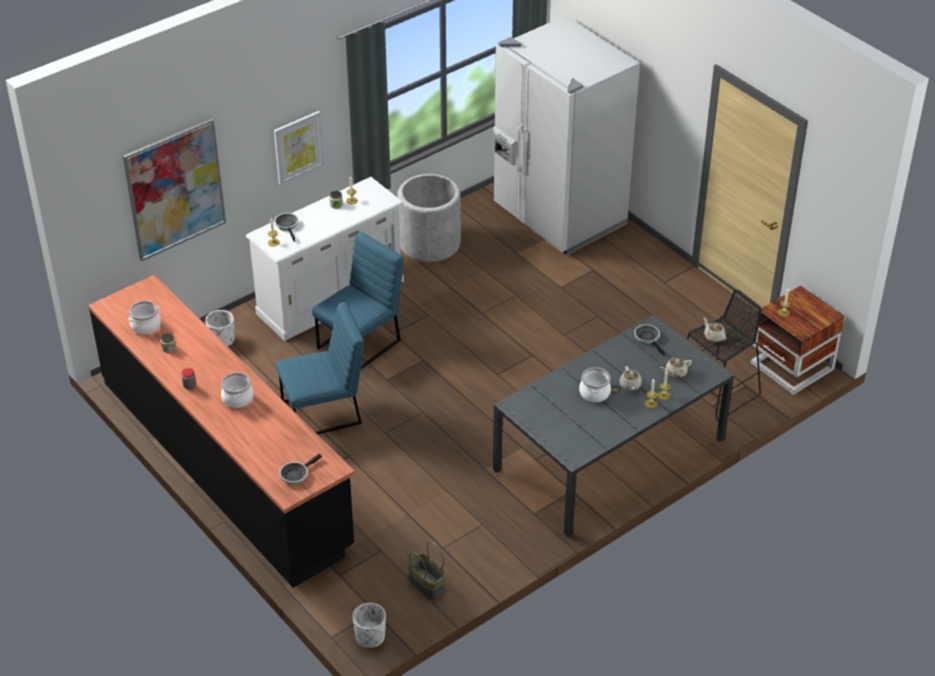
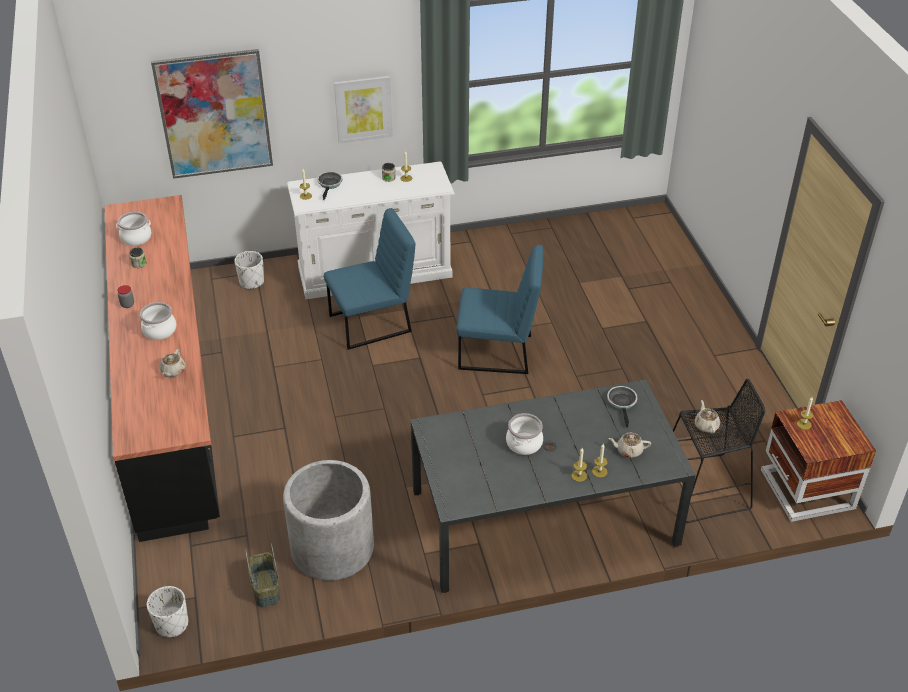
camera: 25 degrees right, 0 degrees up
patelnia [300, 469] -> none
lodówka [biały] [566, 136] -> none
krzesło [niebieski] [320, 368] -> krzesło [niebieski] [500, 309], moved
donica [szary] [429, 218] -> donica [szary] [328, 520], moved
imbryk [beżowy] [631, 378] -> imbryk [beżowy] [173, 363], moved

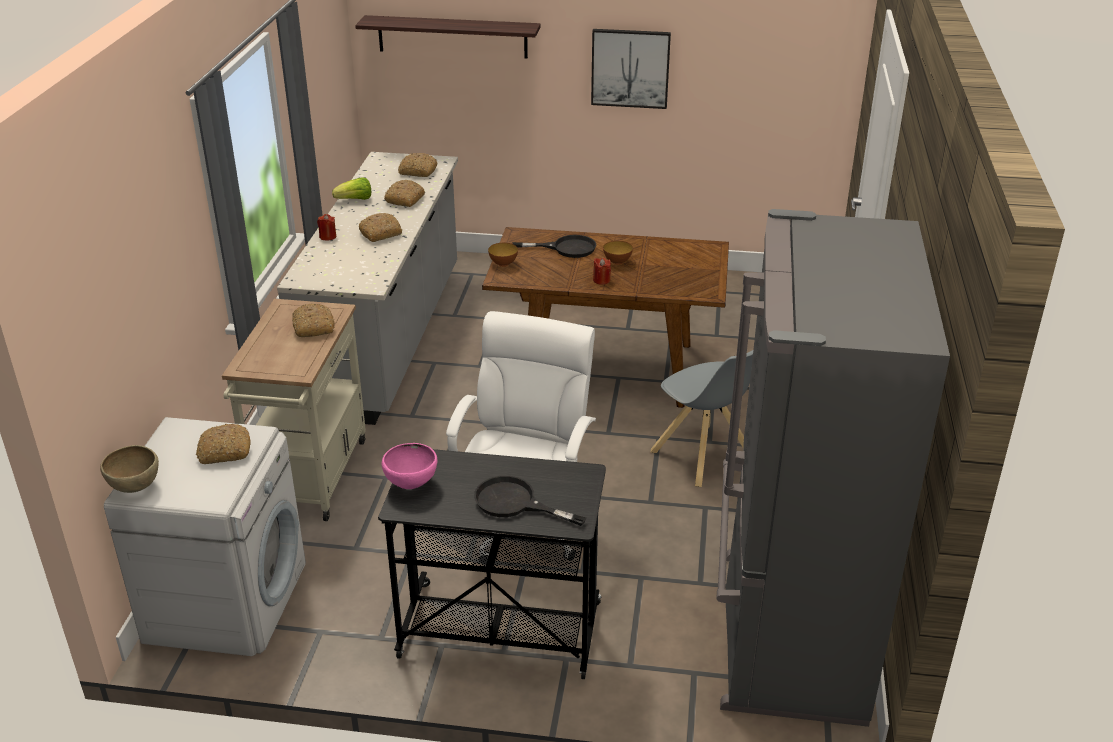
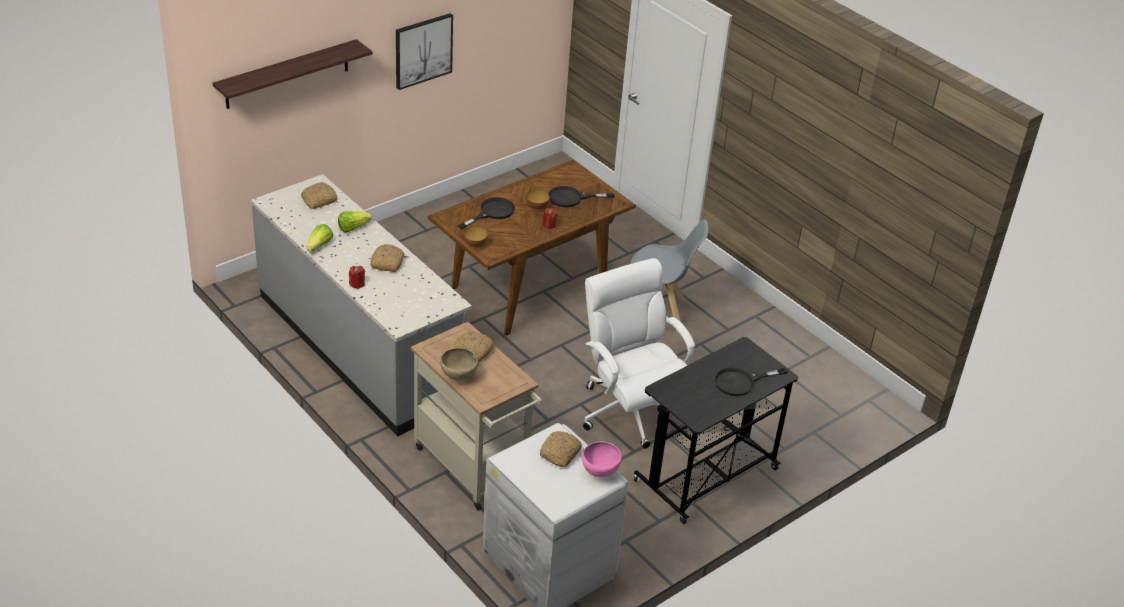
camera: 50 degrees left, 5 degrees up
lodówka [szary] [833, 468] -> none
none -> patelnia [czarny] [581, 196]
miska [brązowy] [129, 469] -> miska [brązowy] [459, 364], moved
miska [różowy] [409, 466] -> miska [różowy] [602, 459], moved
chleb [404, 193] -> sałata [355, 221]

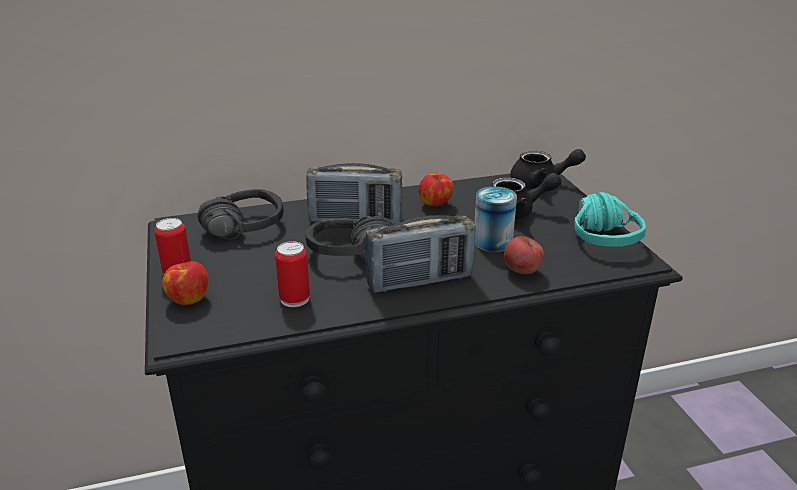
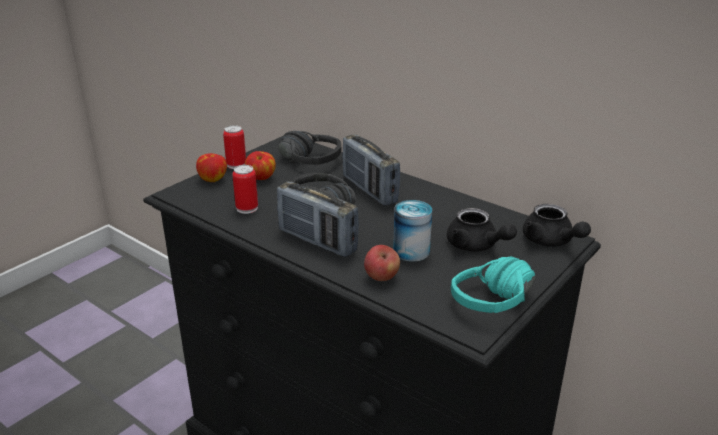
camera: 55 degrees right, 0 degrees up
jabłko [436, 190] -> jabłko [260, 165], moved

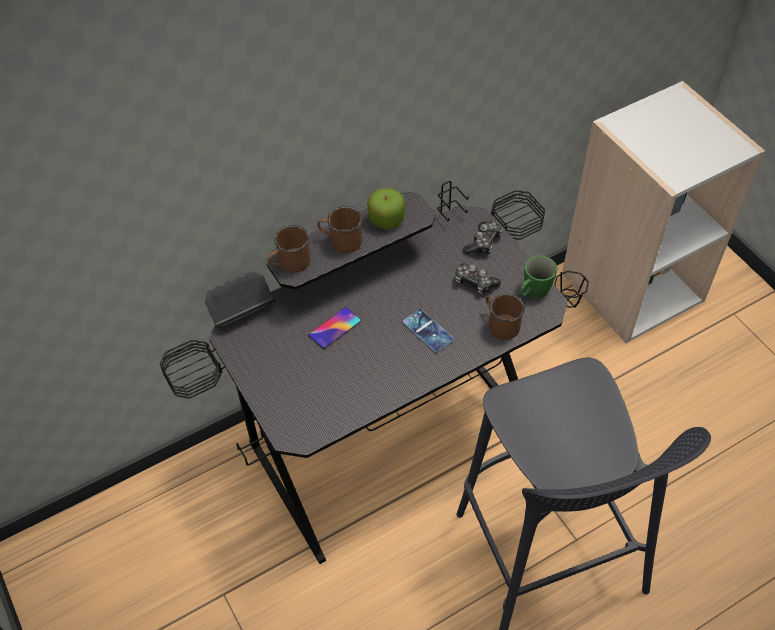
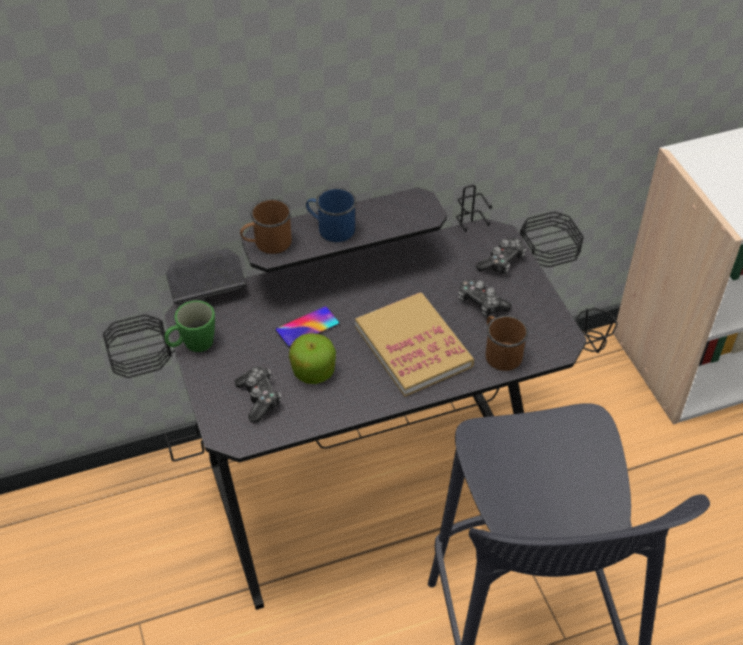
camera: 10 degrees right, 5 degrees down
none -> pad do gier [257, 394]
jabłko [386, 208] -> jabłko [312, 358], moved
kubek [zielony] [538, 276] -> kubek [zielony] [189, 326], moved
telefon [428, 330] -> książka [414, 344]
kubek [brązowy] [339, 229] -> kubek [niebieski] [331, 215]

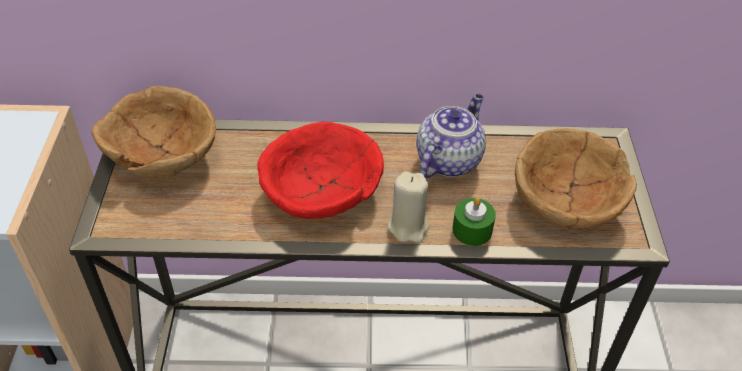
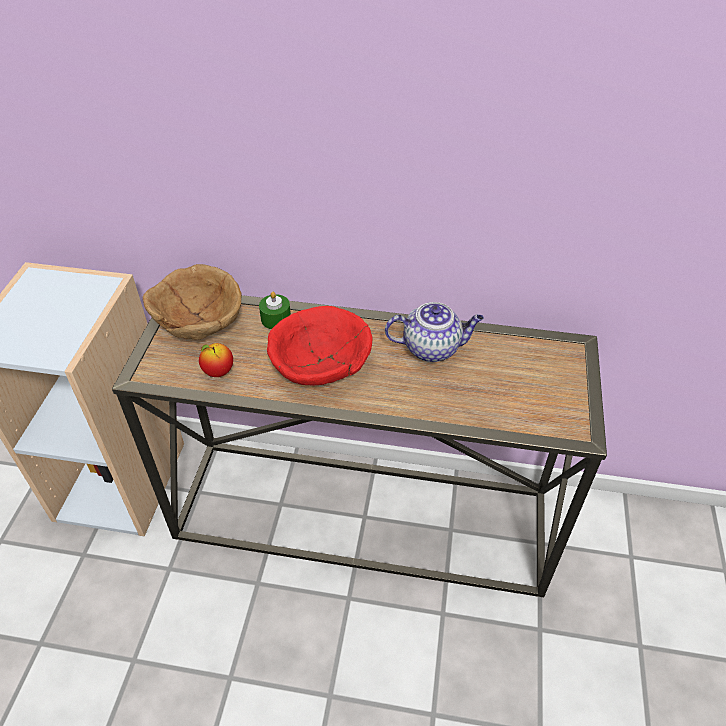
camera: 10 degrees right, 0 degrees up
świeca [beżowy] [408, 207] -> none
miska [brązowy] [576, 178] -> none
none -> jabłko [216, 360]
świeca [zielony] [474, 221] -> świeca [zielony] [275, 310], moved
imbryk [451, 136] -> imbryk [434, 332], 45 degrees clockwise

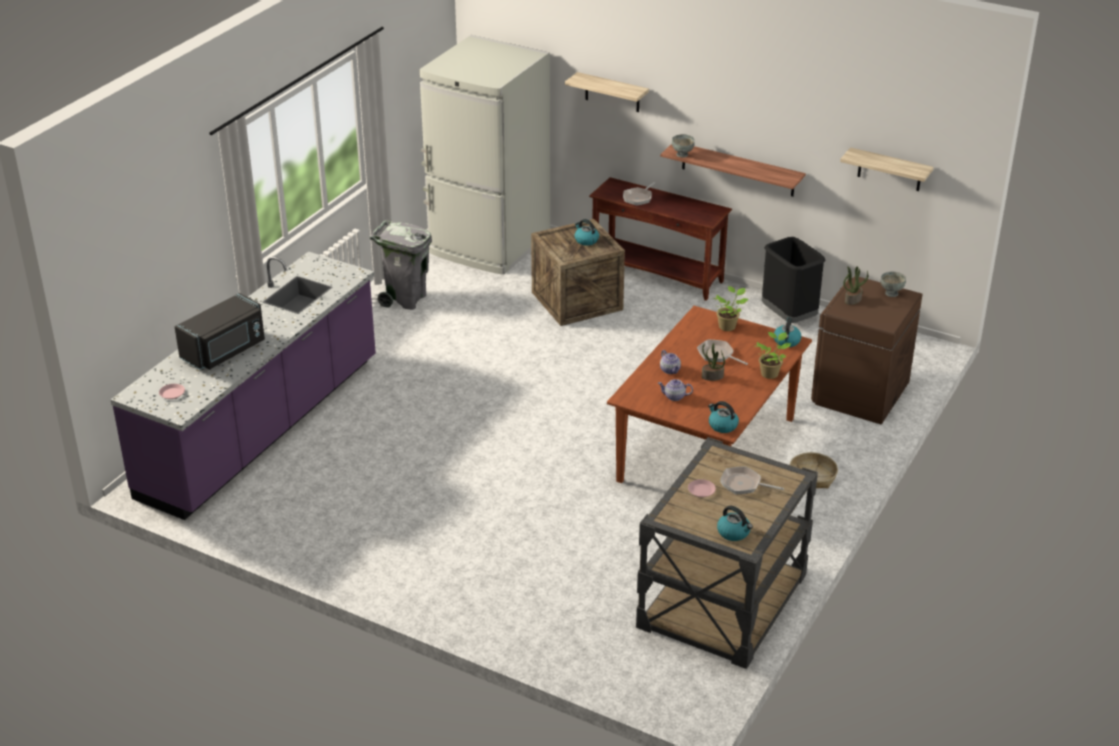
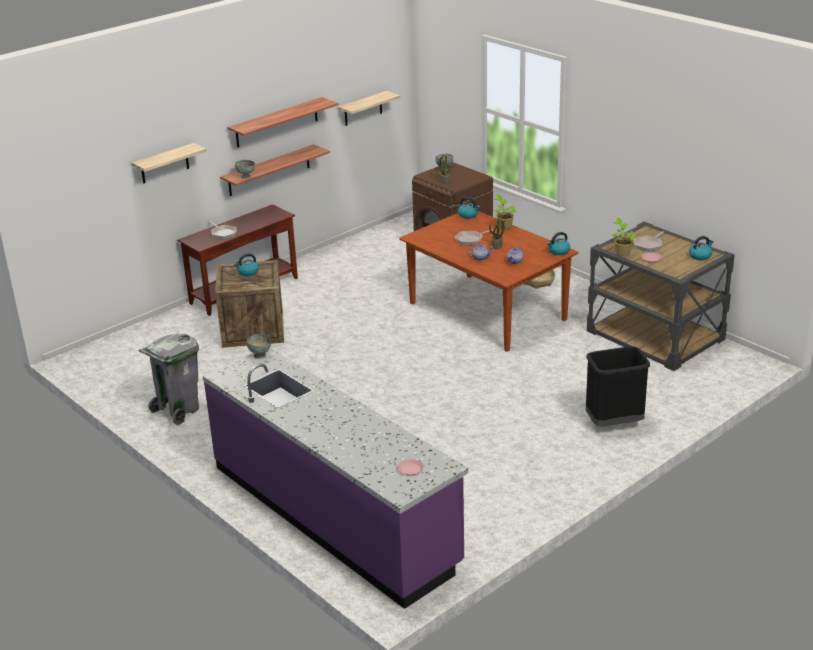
camera: 70 degrees left, 5 degrees down
mikrofalówka [czarny] [219, 331] -> none
lodówka [biały] [485, 155] -> none
none -> półka [283, 122]
none -> miska [szary] [259, 346]
roślina doniczkowa [730, 308] -> roślina doniczkowa [624, 237], moved
kosz na śmieci [czarny] [794, 280] -> kosz na śmieci [czarny] [618, 386], moved

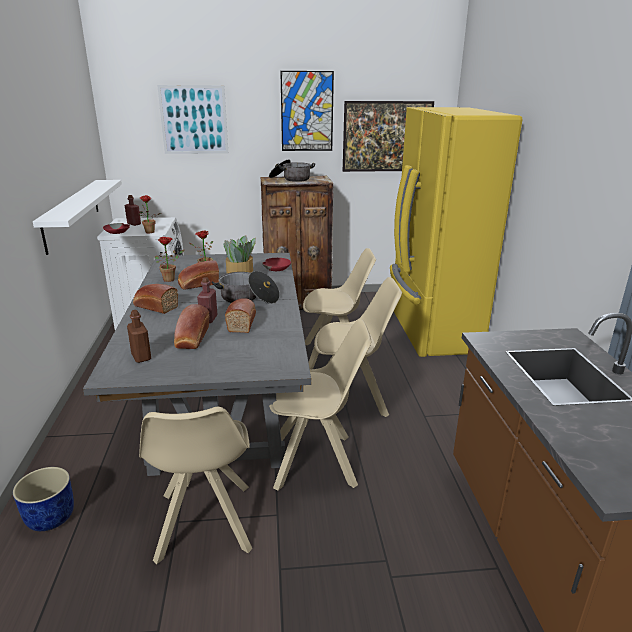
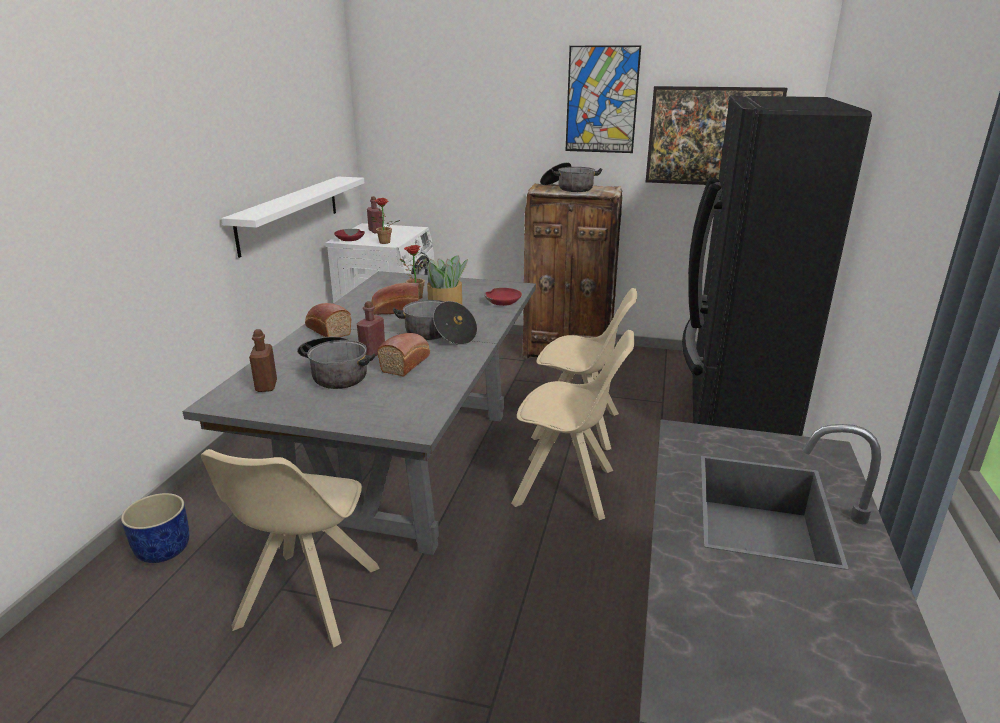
camera: 20 degrees right, 0 degrees up
roślina doniczkowa [170, 259] -> none
obraz [192, 119] -> none
krzesło [beżowy] [320, 404] -> none
chleb [191, 326] -> garnek [336, 363]
lodówka [żółty] [456, 232] -> lodówka [czarny] [777, 266]

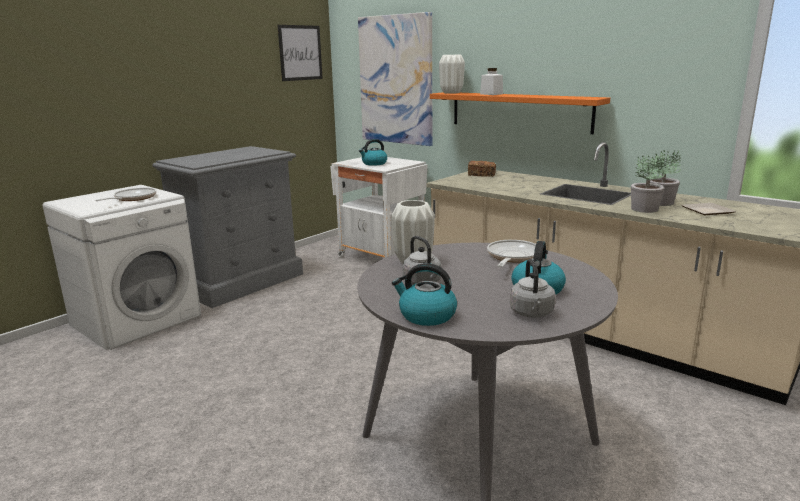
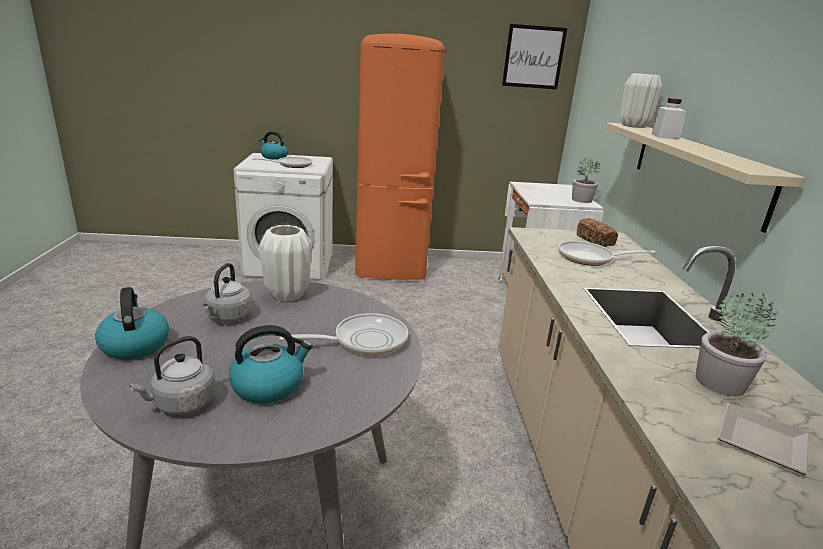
camera: 45 degrees right, 5 degrees up
obraz [395, 79] -> none
none -> patelnia [606, 253]
czajnik [373, 152] -> czajnik [273, 145], moved
roślina doniczkowa [648, 184] -> roślina doniczkowa [586, 180], moved
komoda [szary] [228, 227] -> lodówka [pomarańczowy] [400, 157]
półka [pomarańczowy] [520, 113] -> półka [beżowy] [705, 178]

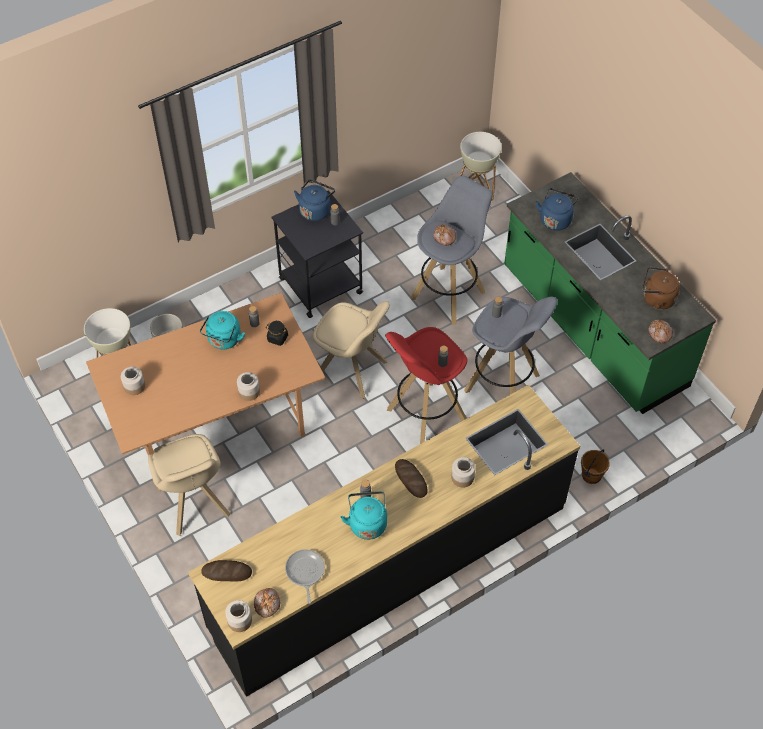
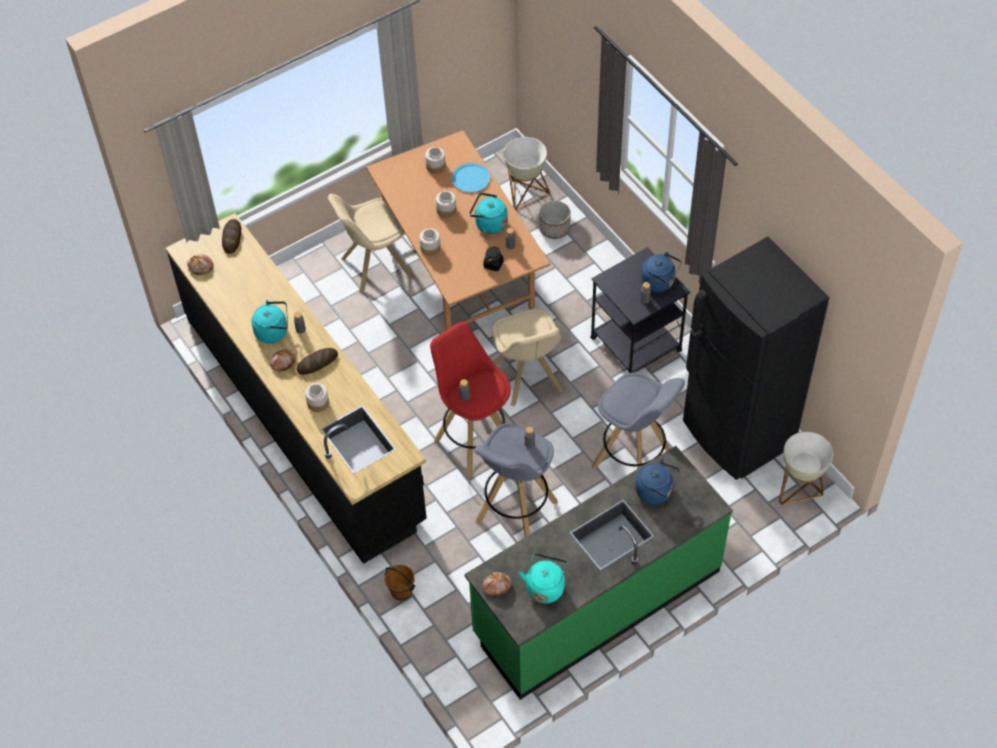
camera: 90 degrees right, 0 degrees up
patelnia [305, 576] -> none
none -> talerz [niebieski] [471, 177]
none -> lodówka [czarny] [756, 358]
słoik [238, 616] -> słoik [446, 204], moved
chleb [444, 235] -> chleb [283, 360], moved
czajnik [brązowy] [661, 288] -> czajnik [turkusowy] [543, 578]
krzesło [beżowy] [351, 350] -> krzesło [beżowy] [527, 357], 45 degrees counterclockwise

